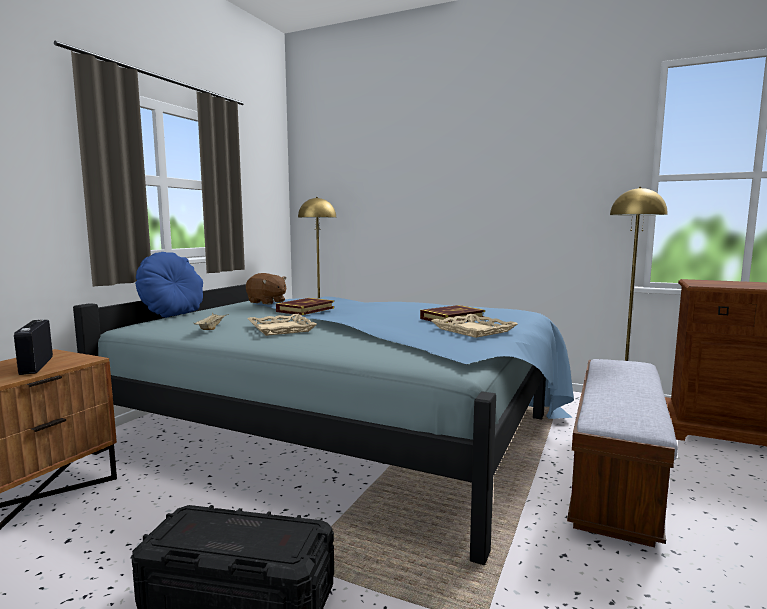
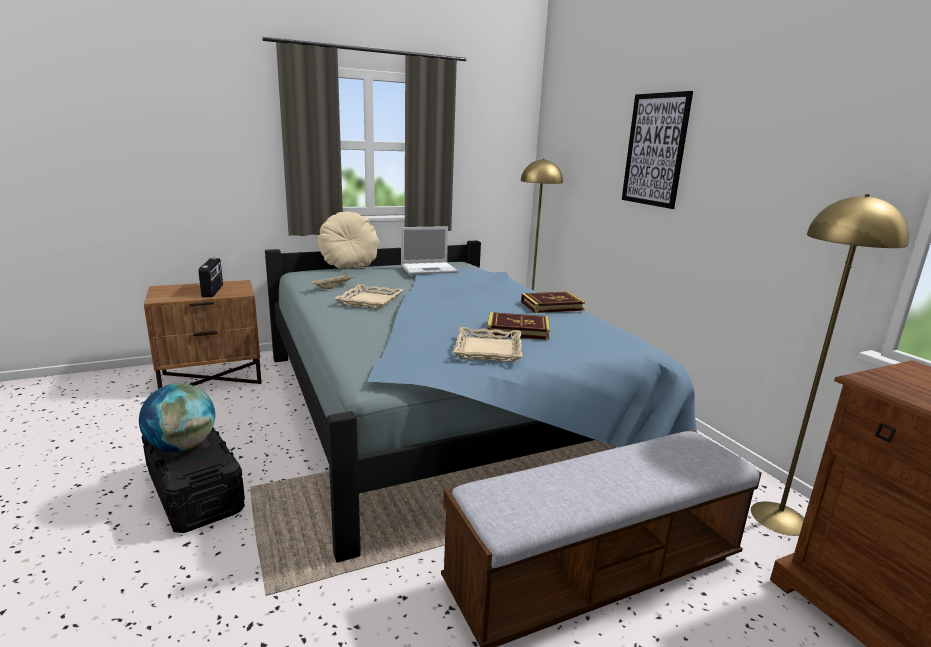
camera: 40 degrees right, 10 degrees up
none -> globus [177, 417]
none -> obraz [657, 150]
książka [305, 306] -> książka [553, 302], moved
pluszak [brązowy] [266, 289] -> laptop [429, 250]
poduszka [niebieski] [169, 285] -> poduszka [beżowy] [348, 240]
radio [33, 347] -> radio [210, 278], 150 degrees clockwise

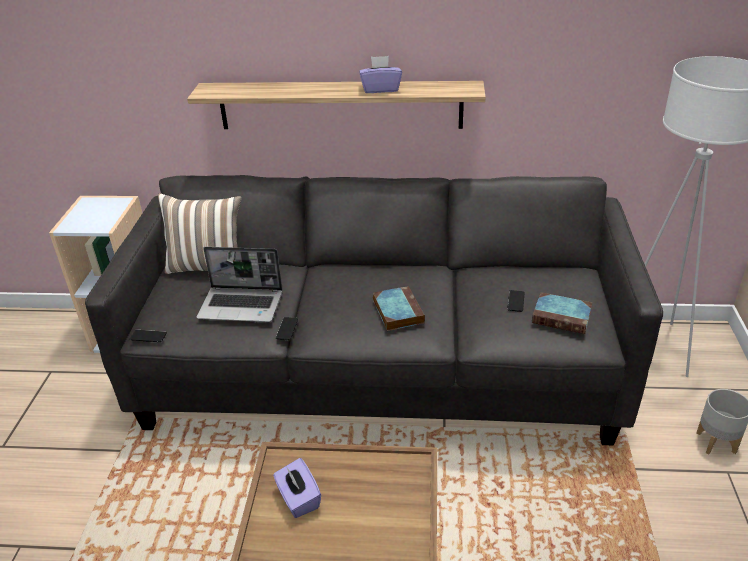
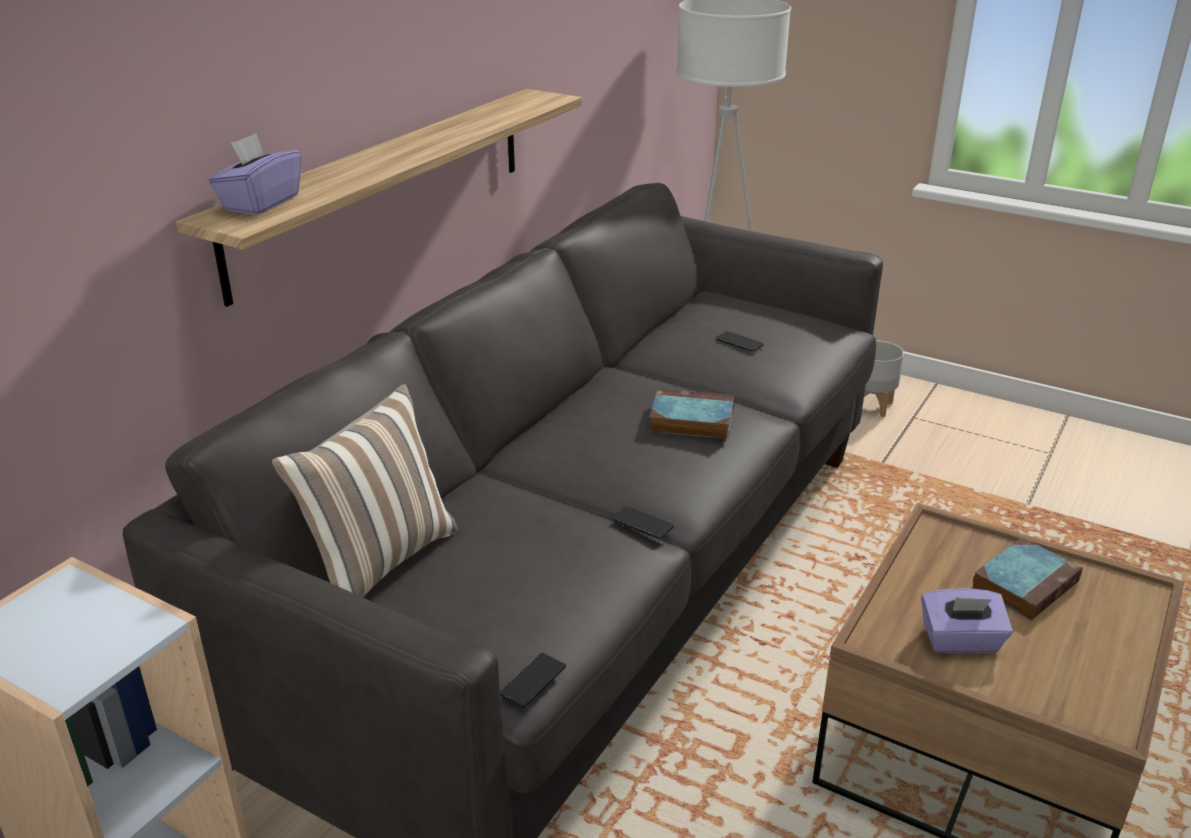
camera: 65 degrees left, 5 degrees down
laptop [240, 284] -> none
pudełko chusteczek [fioletowy] [380, 74] -> pudełko chusteczek [fioletowy] [255, 174], moved
książka [562, 313] -> książka [1027, 579], moved

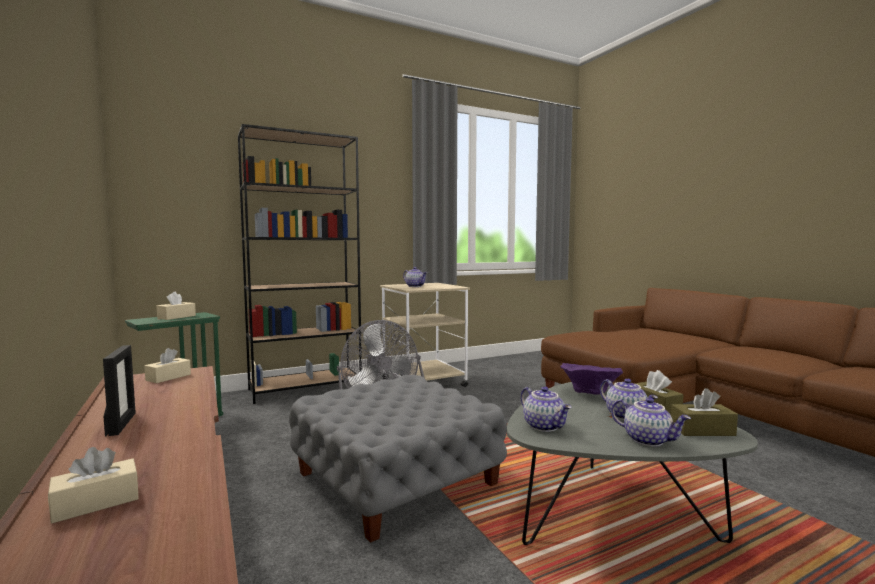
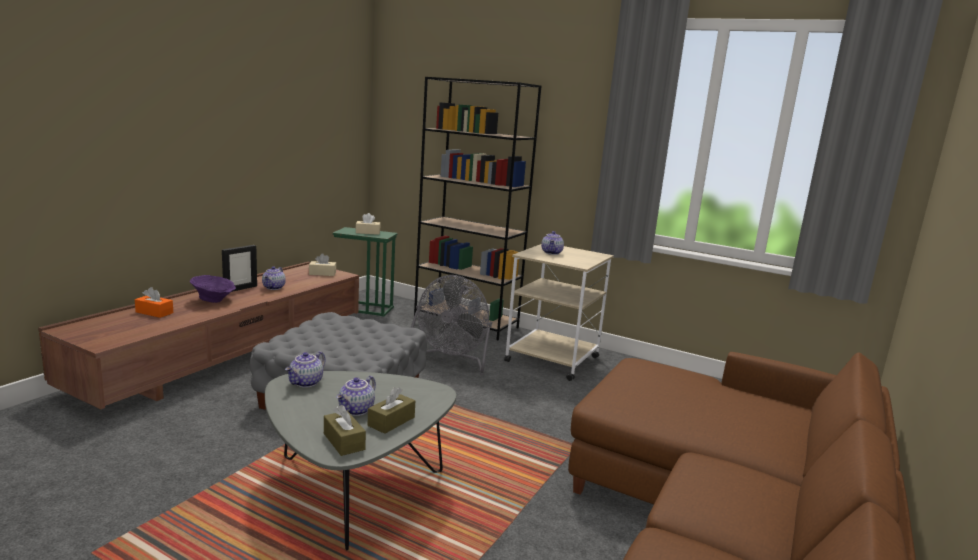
camera: 55 degrees right, 10 degrees up
miska [fioletowy] [591, 379] -> miska [fioletowy] [213, 289], moved
imbryk [651, 422] -> imbryk [274, 278], moved
pudełko chusteczek [beżowy] [93, 485] -> pudełko chusteczek [pomarańczowy] [154, 302]

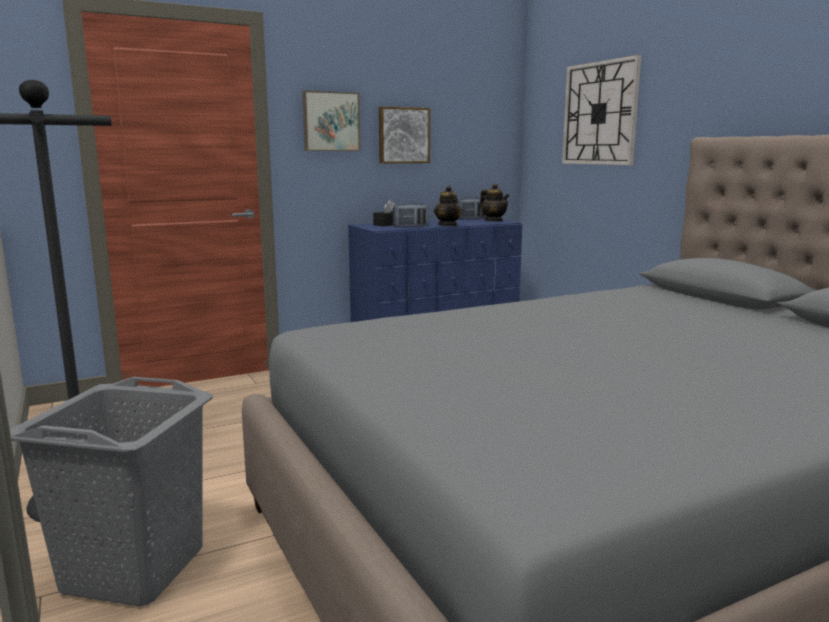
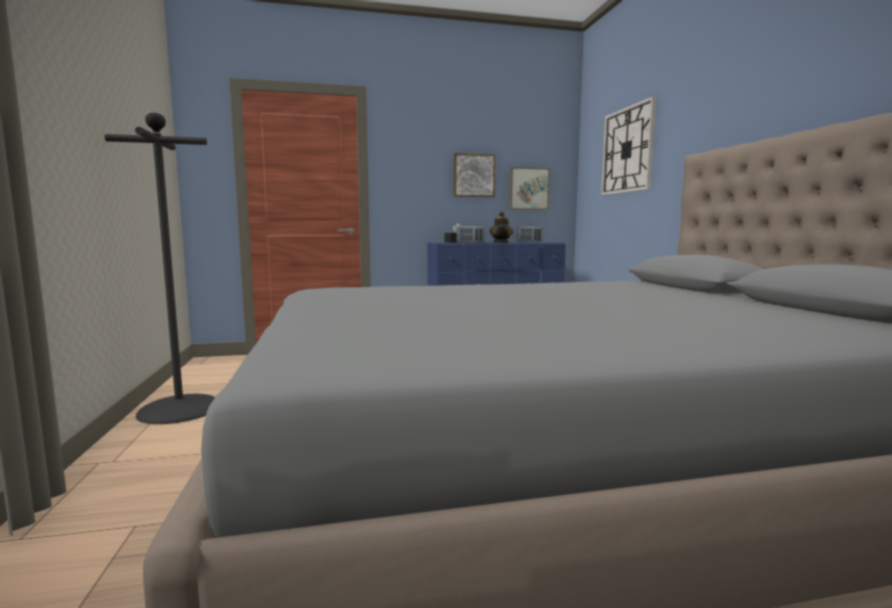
camera: 15 degrees right, 5 degrees down
kosz na pranie [szary] [111, 491] -> none
imbryk [494, 202] -> none
obraz [331, 120] -> obraz [529, 188], moved

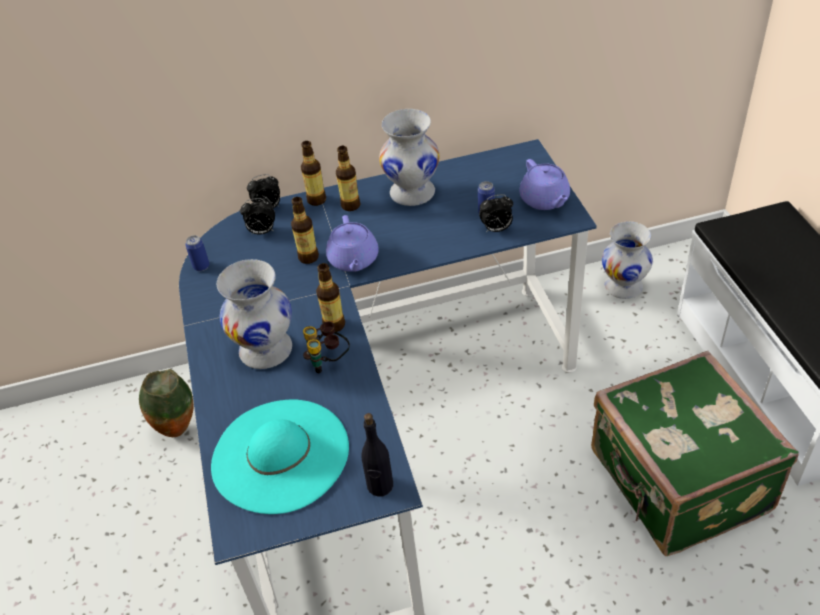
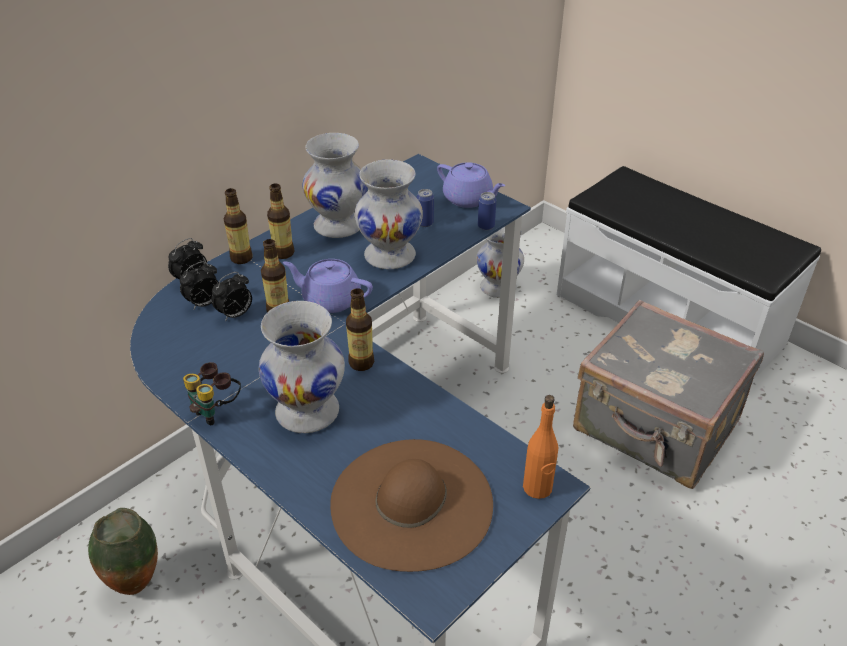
camera: 35 degrees left, 5 degrees down
none -> wazon [biały] [389, 214]
puszka [197, 253] -> puszka [487, 211], moved
lornetka [326, 347] -> lornetka [212, 393], moved
budzik [496, 213] -> budzik [231, 296], moved
kapelusz [turkusowy] [280, 456] -> kapelusz [brązowy] [411, 505]
butelka [czarny] [377, 455] -> butelka [pomarańczowy] [540, 447]
walizka [zielony] [695, 453] -> walizka [szary] [668, 394]
imbryk [fioletowy] [352, 243] -> imbryk [fioletowy] [328, 286], 150 degrees clockwise

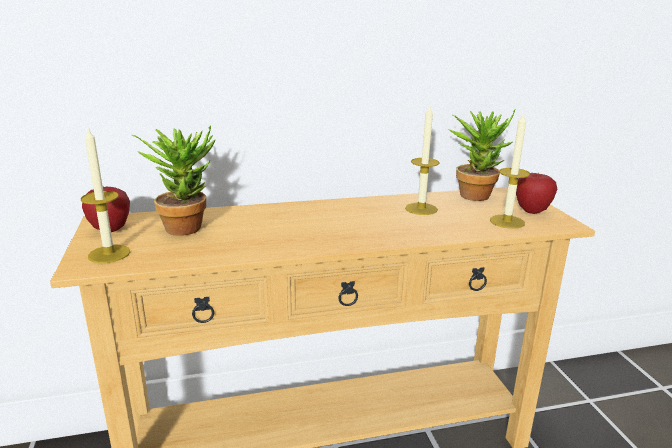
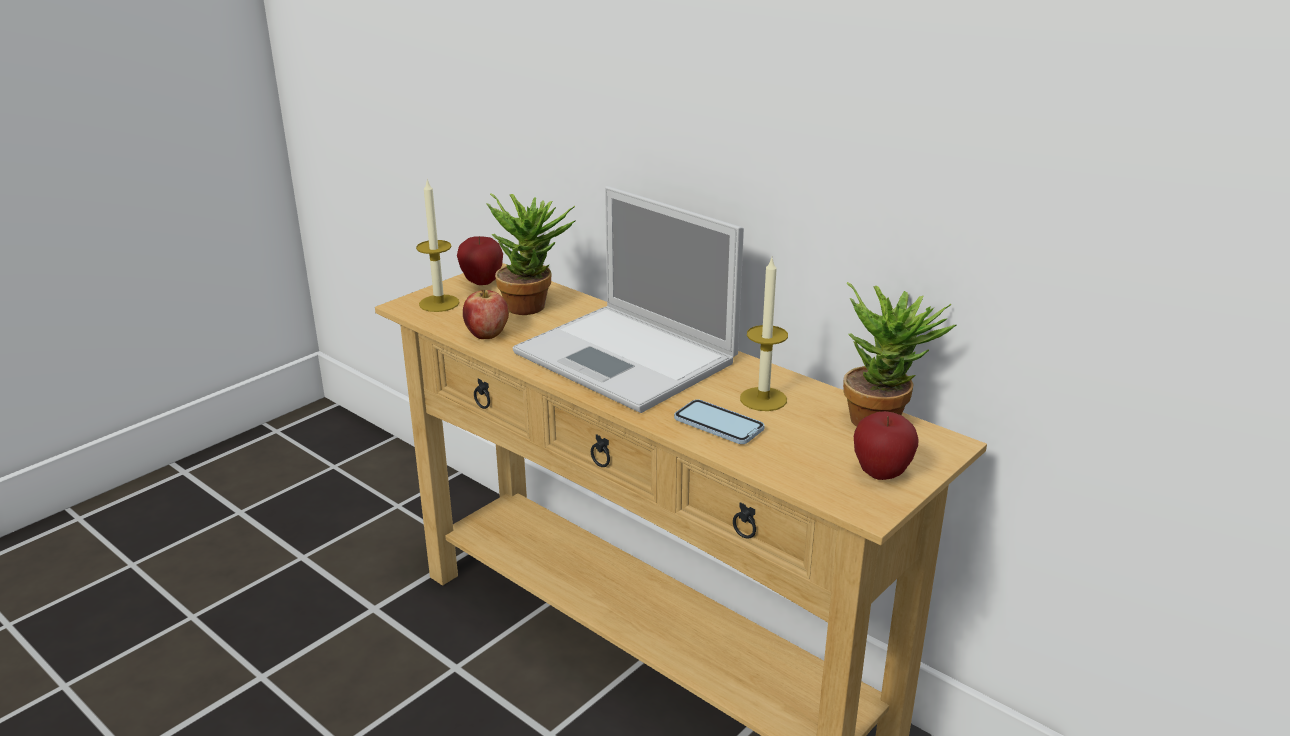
camera: 55 degrees right, 5 degrees up
świeca [510, 170] -> none
none -> jabłko [486, 314]
none -> laptop [628, 299]
none -> telefon [719, 421]

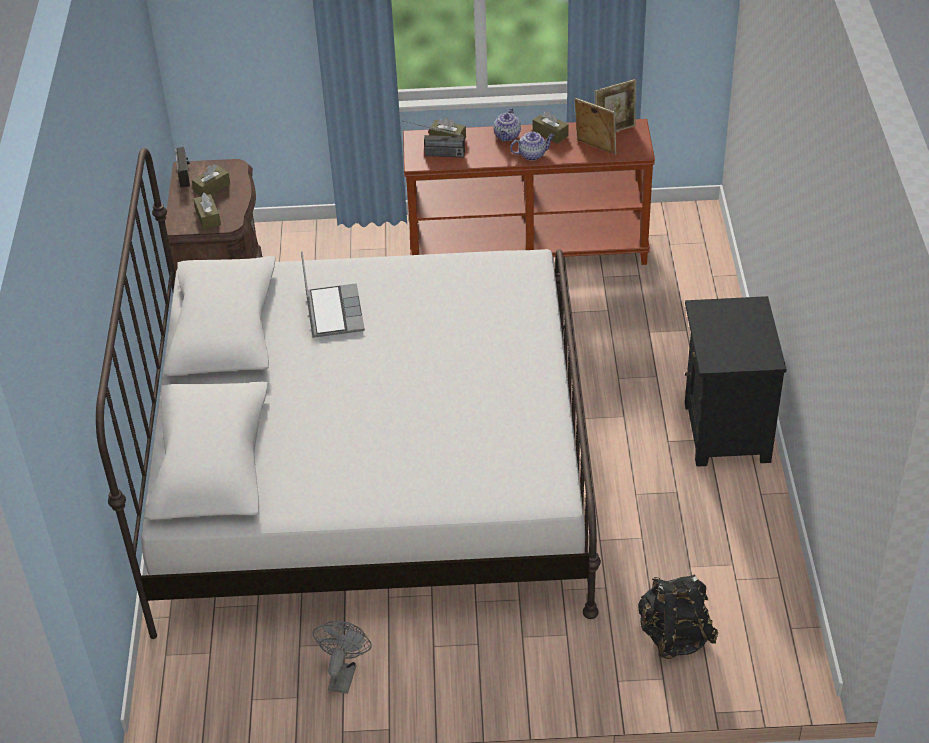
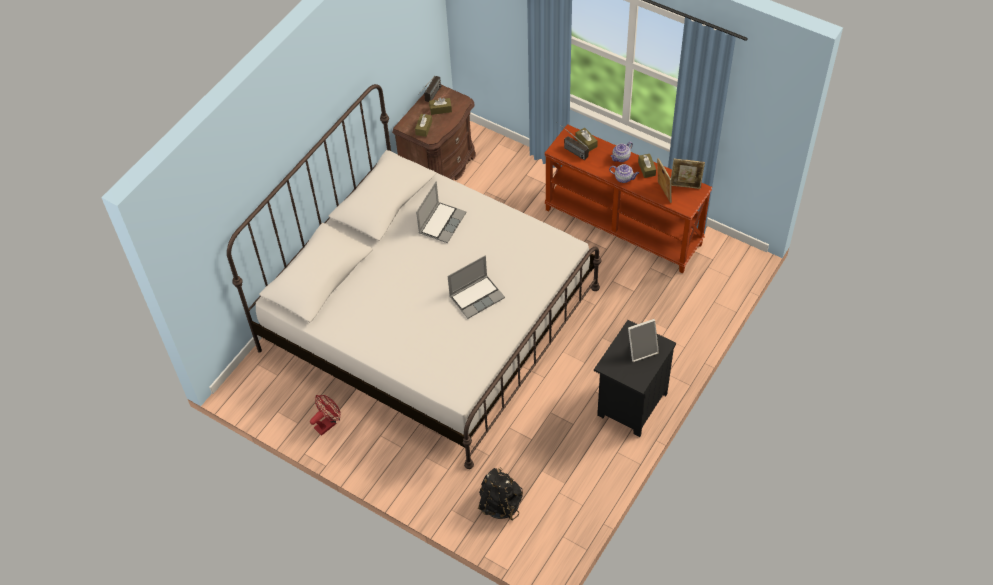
camera: 35 degrees right, 10 degrees up
none -> laptop [476, 287]
none -> ramka na zdjęcie [643, 340]
wentylator [szary] [342, 657] -> wentylator [czerwony] [325, 415]

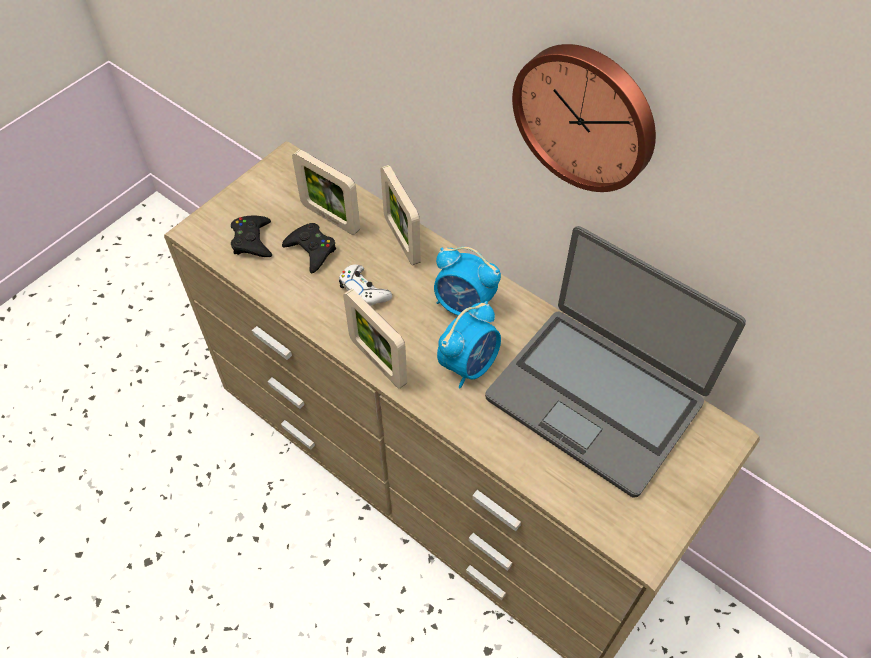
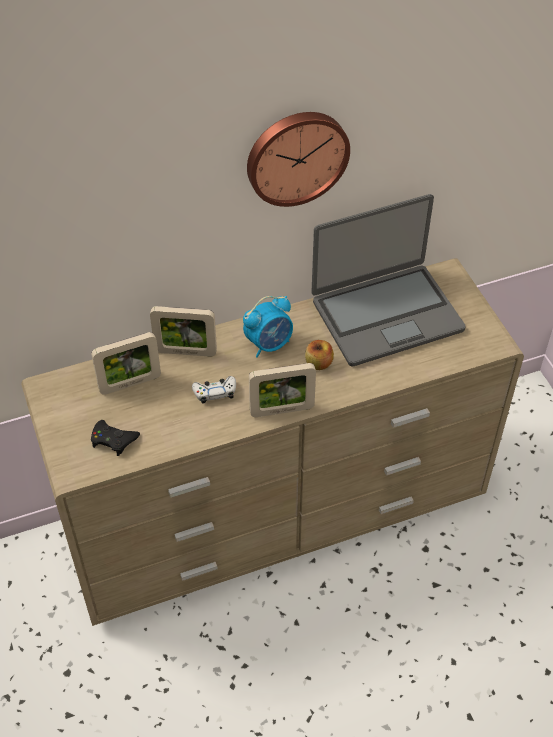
camera: 60 degrees left, 5 degrees down
pad do gier [czarny] [309, 248] -> none
budzik [469, 344] -> jabłko [319, 355]

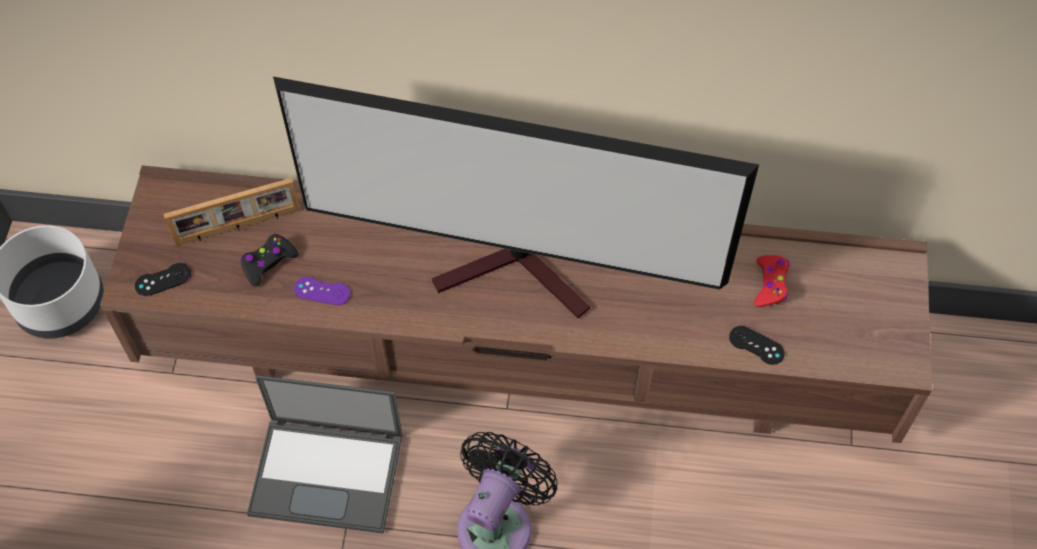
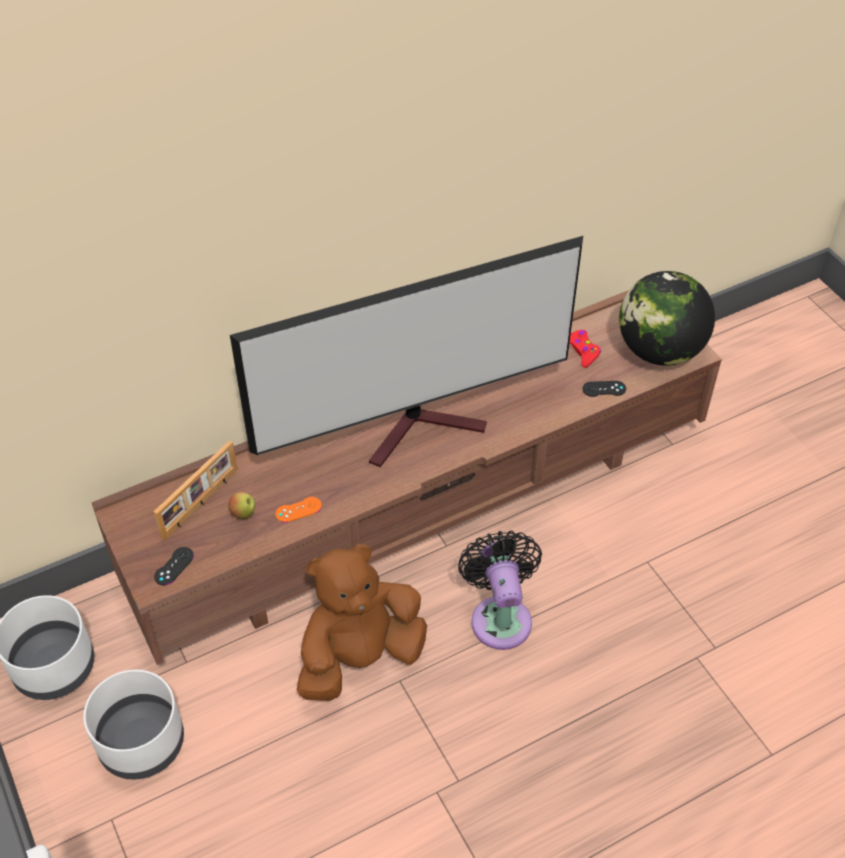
camera: 35 degrees left, 10 degrees down
none -> donica [biały] [133, 724]
none -> globus [667, 318]
pad do gier [czarny] [269, 260] -> jabłko [241, 505]
laptop [324, 454] -> pluszak [brązowy] [362, 622]
pad do gier [fioletowy] [322, 291] -> pad do gier [pomarańczowy] [298, 510]

